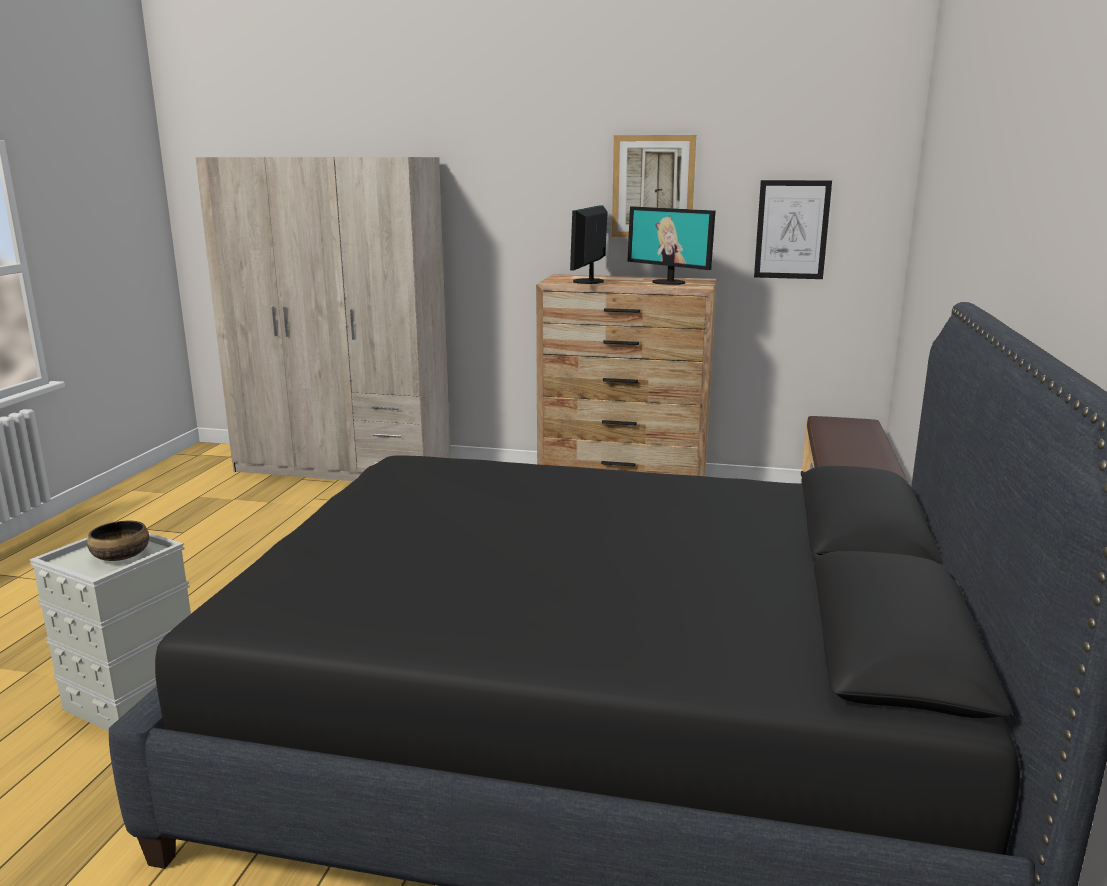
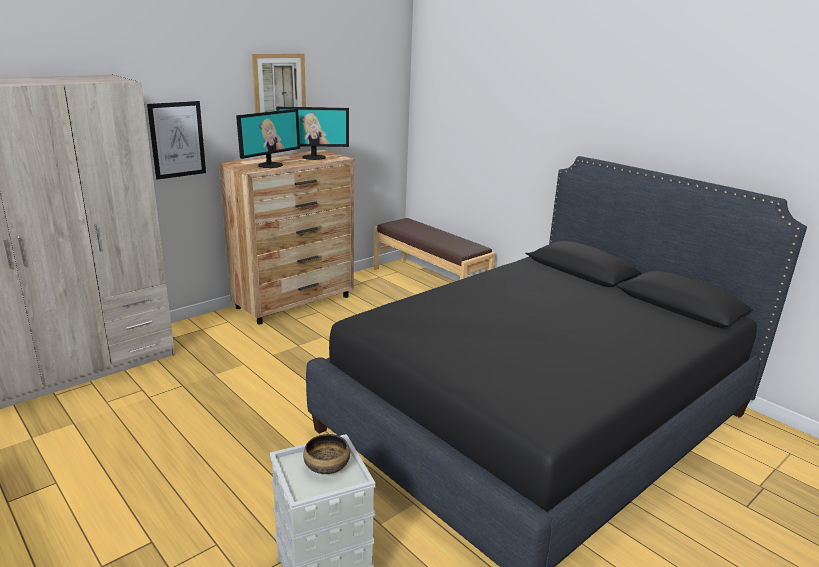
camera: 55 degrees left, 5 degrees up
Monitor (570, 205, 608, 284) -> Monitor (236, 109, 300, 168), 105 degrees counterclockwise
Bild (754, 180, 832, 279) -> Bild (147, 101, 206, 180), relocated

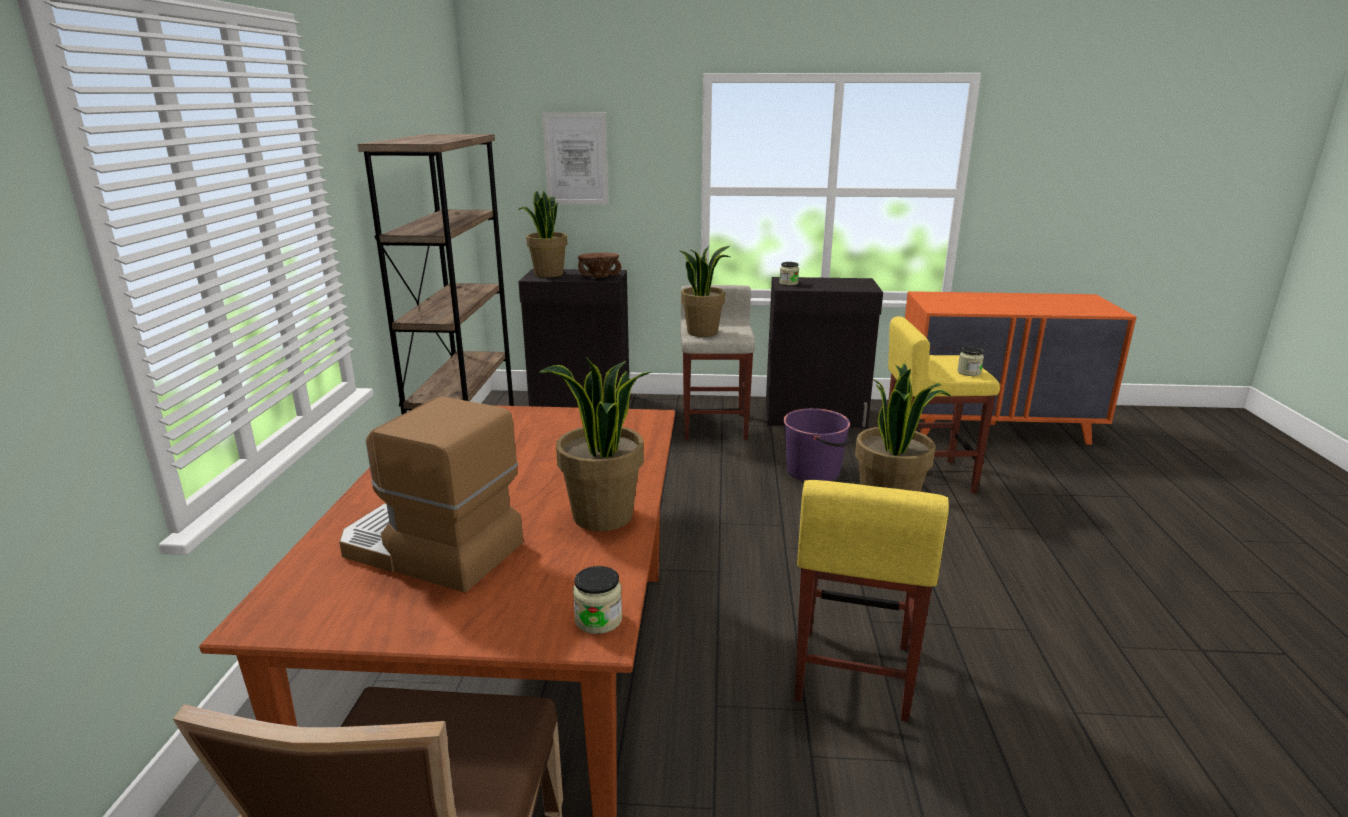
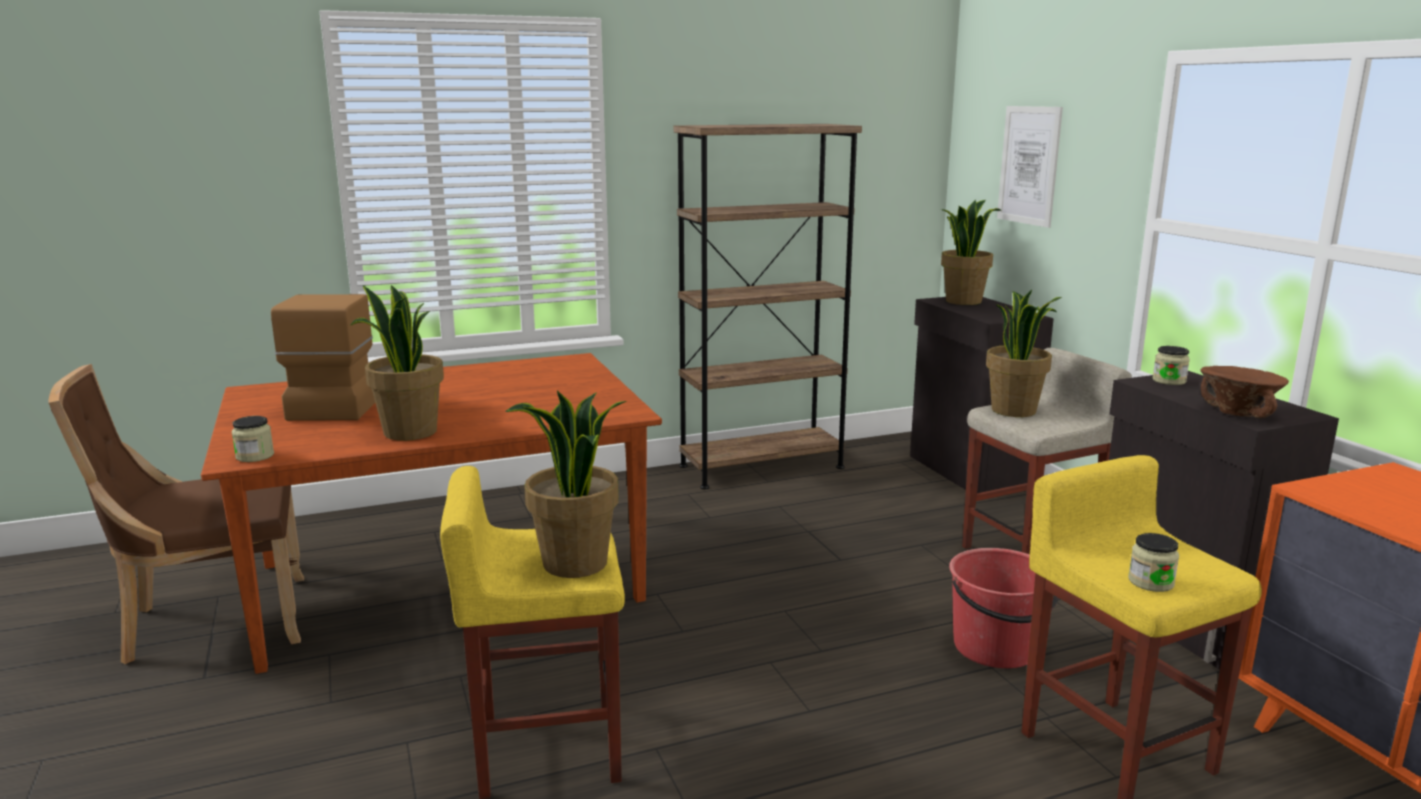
camera: 65 degrees right, 5 degrees down
Schüssel (braun) (578, 252, 622, 278) -> Schüssel (braun) (1200, 366, 1289, 419), relocated
Eimer (lila) (783, 408, 851, 481) -> Eimer (rot) (949, 548, 1059, 668)

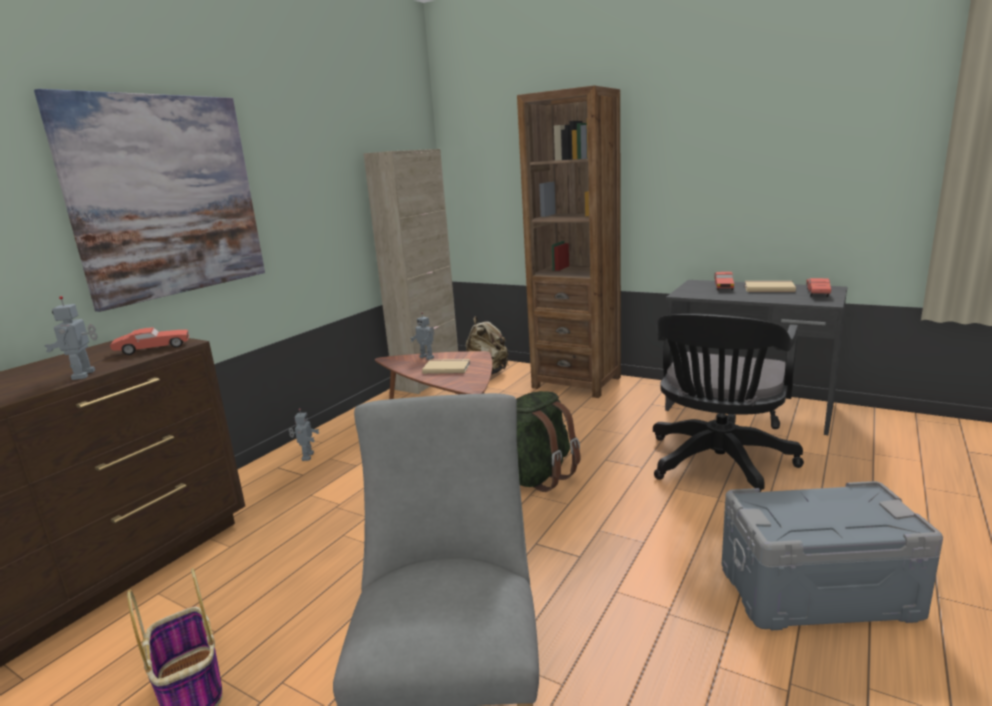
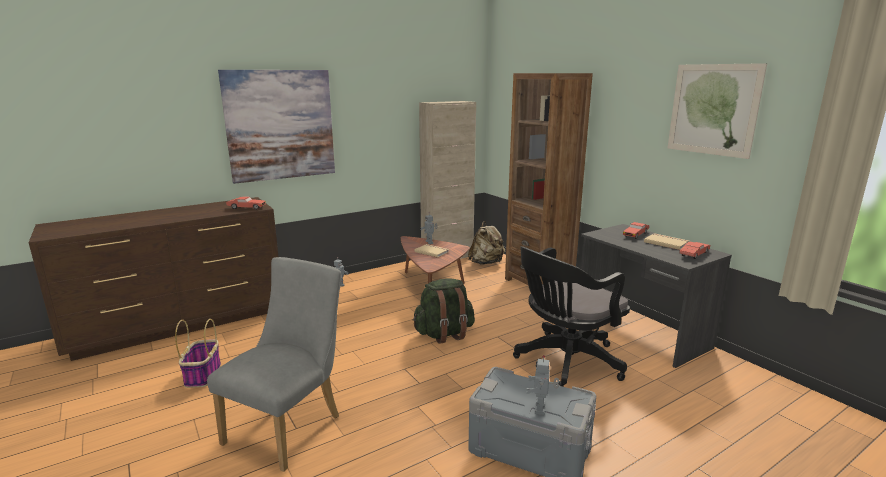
camera: 25 degrees right, 0 degrees up
Spielzeugroboter (45, 296, 98, 380) -> Spielzeugroboter (526, 355, 559, 415), relocated
none -> Bild (667, 63, 767, 159)

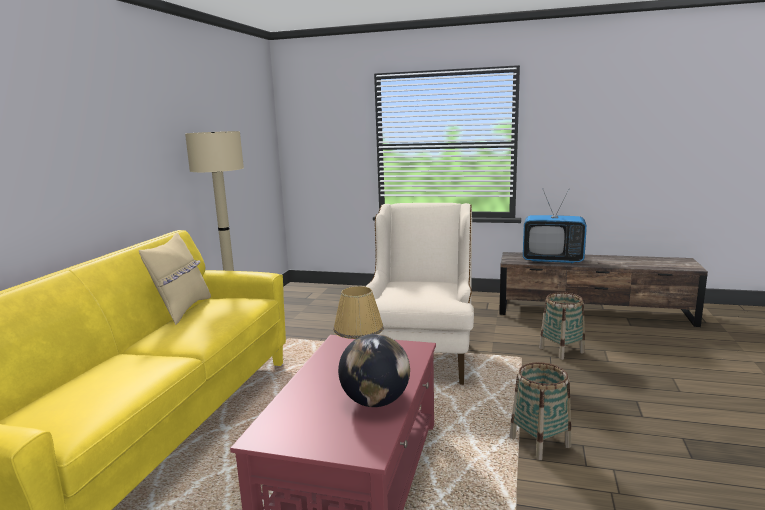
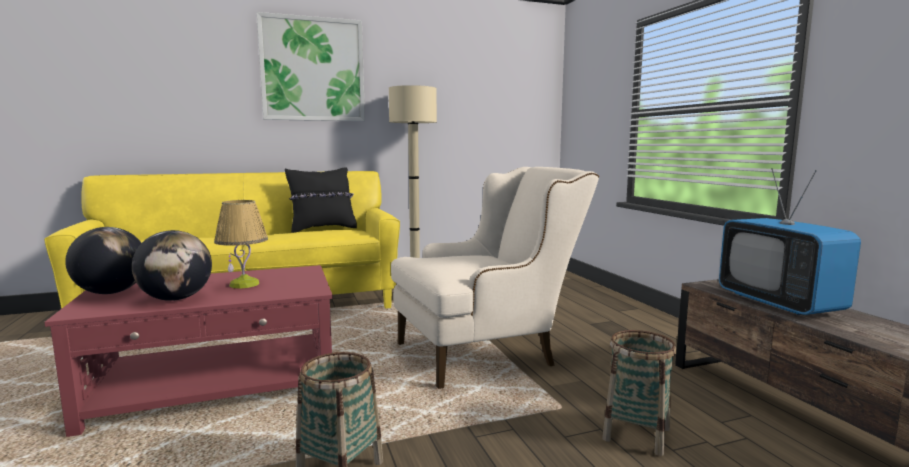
camera: 55 degrees right, 5 degrees down
Kissen (beige) (139, 233, 211, 325) -> Kissen (schwarz) (285, 167, 357, 233)
none -> Globus (65, 227, 141, 294)
none -> Bild (257, 12, 365, 121)

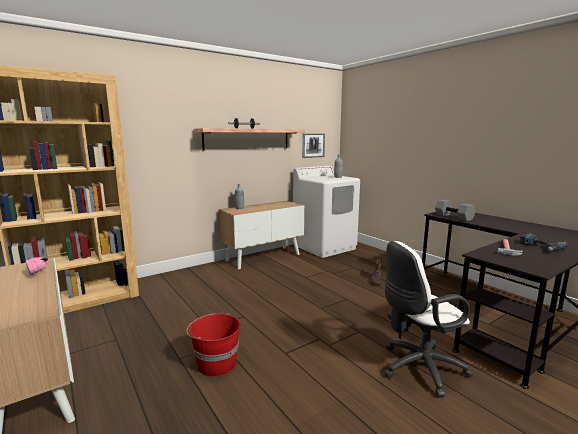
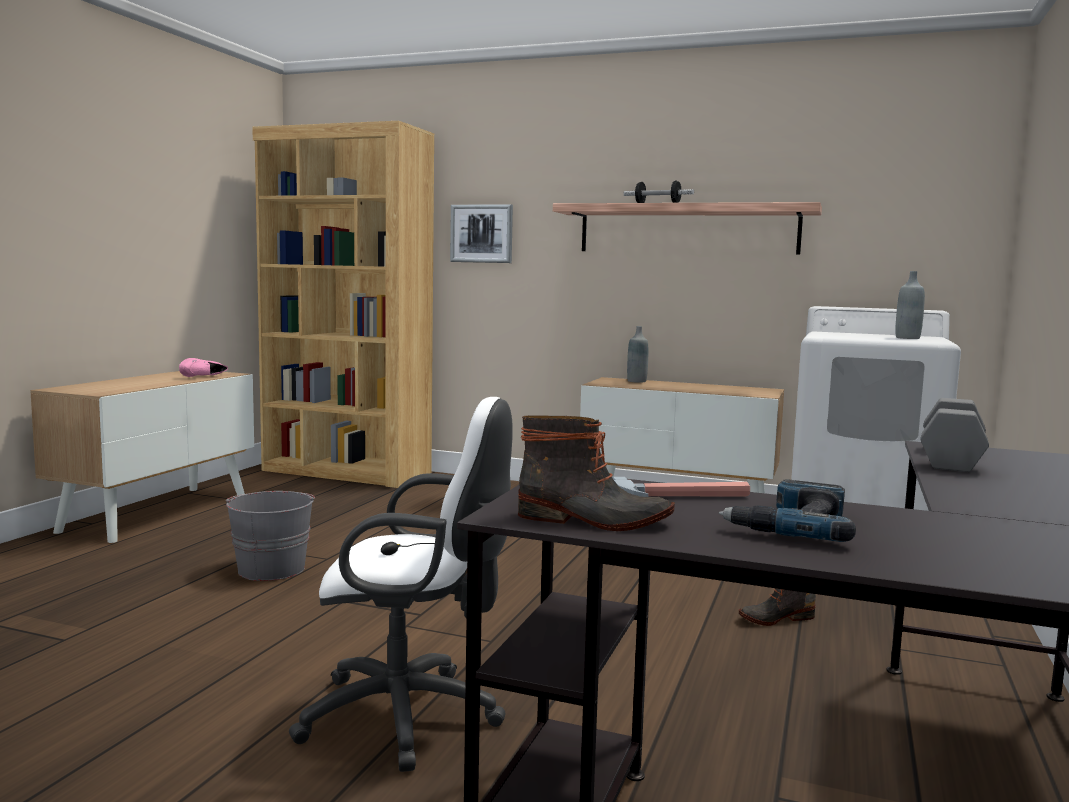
camera: 55 degrees right, 5 degrees down
Eimer (rot) (186, 313, 241, 377) -> Eimer (grau) (226, 491, 315, 581)
Bild (302, 133, 325, 158) -> Bild (450, 204, 513, 263), relocated
Bürostuhl (weiß) (384, 241, 472, 398) -> Bürostuhl (weiß) (289, 397, 513, 772), 150 degrees clockwise
none -> Stiefel (518, 416, 675, 531)

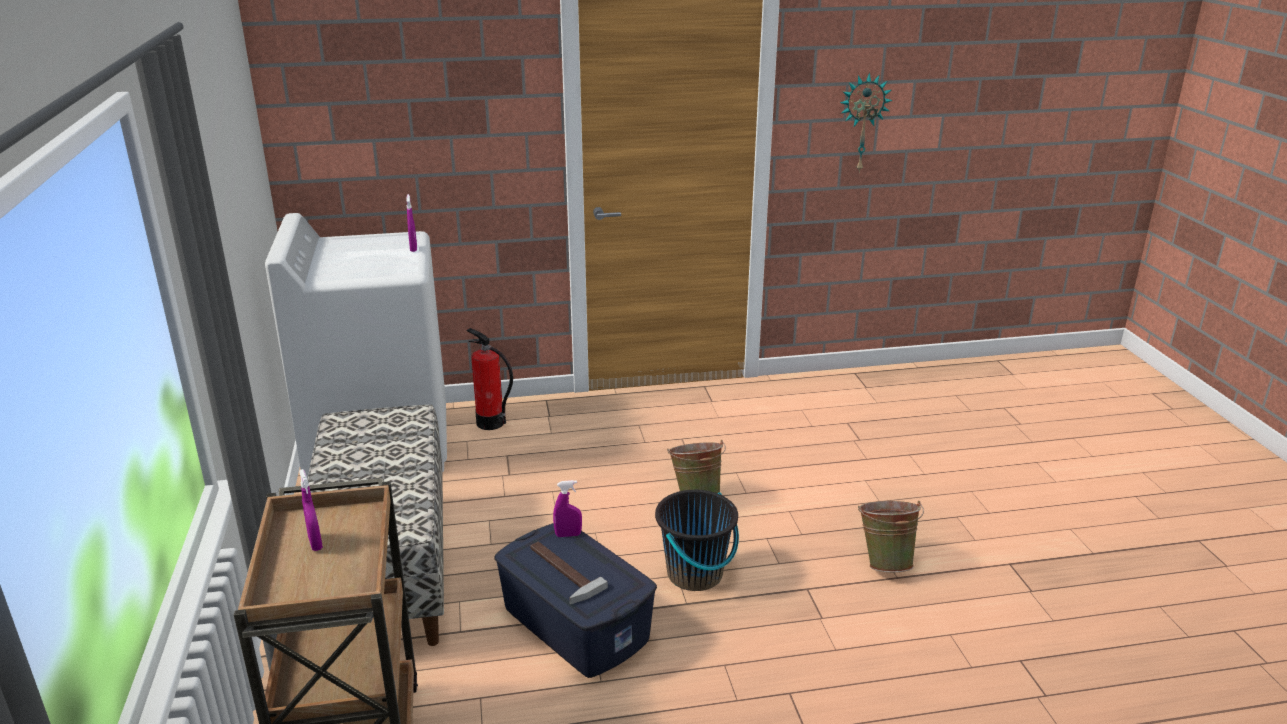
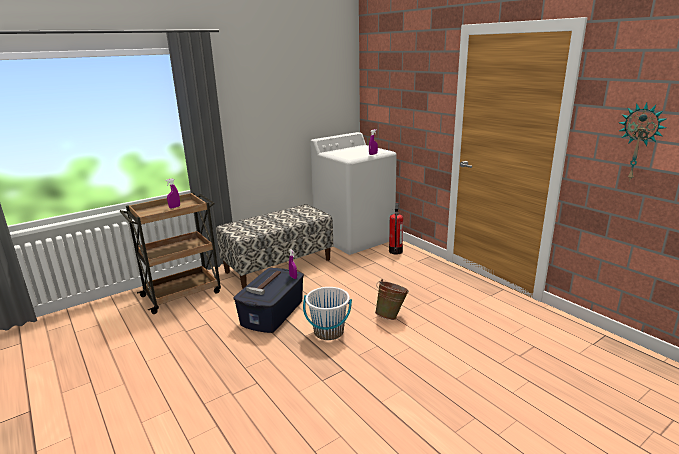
camera: 65 degrees right, 5 degrees down
Eimer (schwarz) (655, 490, 739, 591) -> Eimer (weiß) (303, 287, 352, 340)
Eimer (grün) (858, 501, 924, 572) -> none

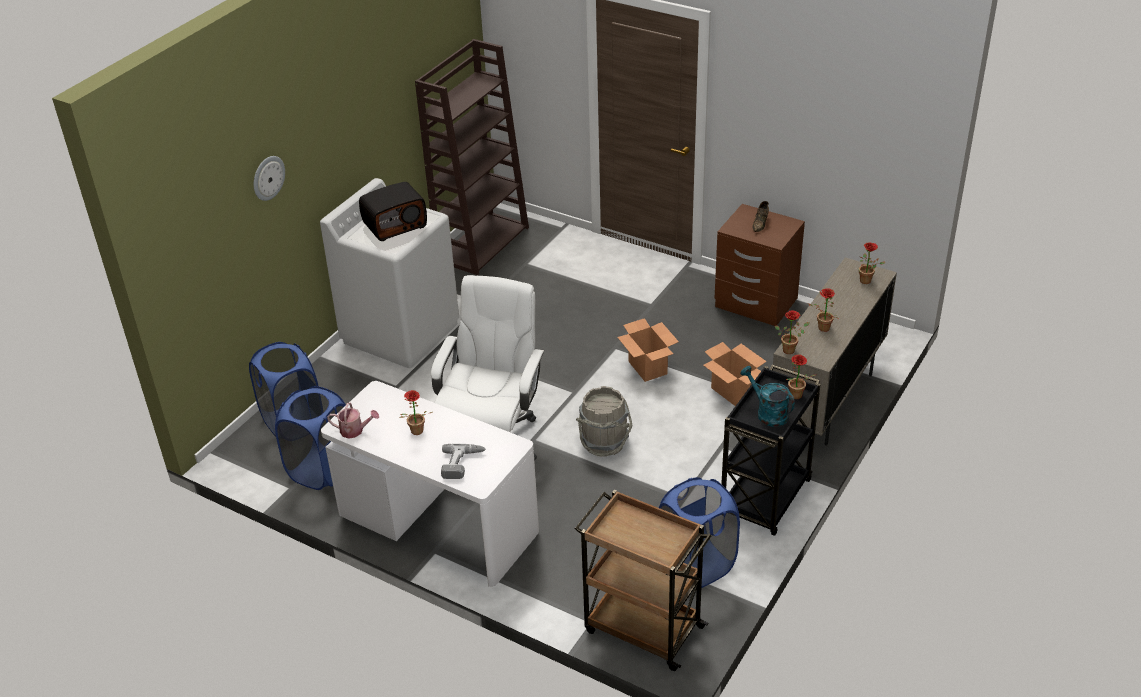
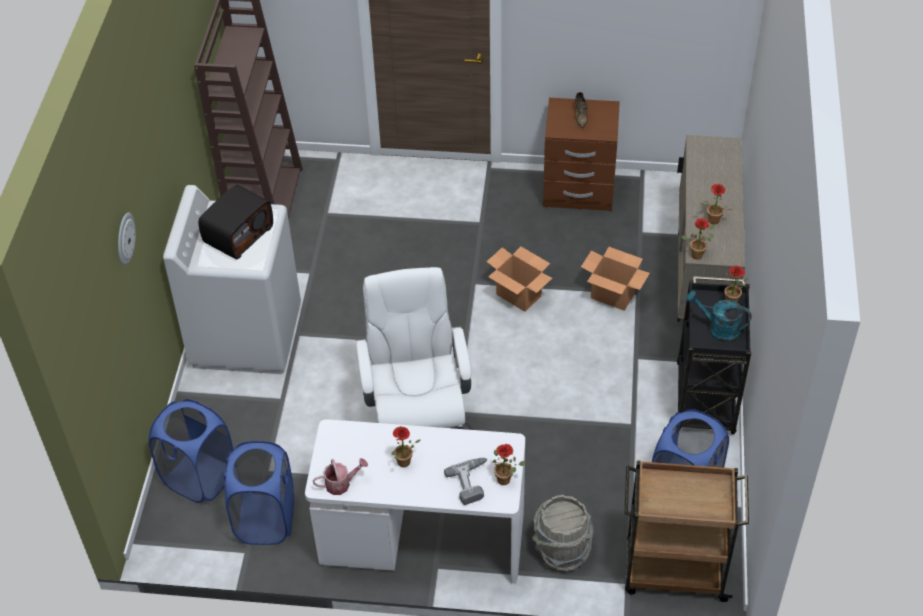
camera: 25 degrees left, 10 degrees up
Eimer (grau) (576, 386, 632, 457) -> Eimer (grau) (532, 495, 594, 571), relocated
Topfpflanze (859, 242, 886, 284) -> Topfpflanze (493, 444, 526, 485), relocated

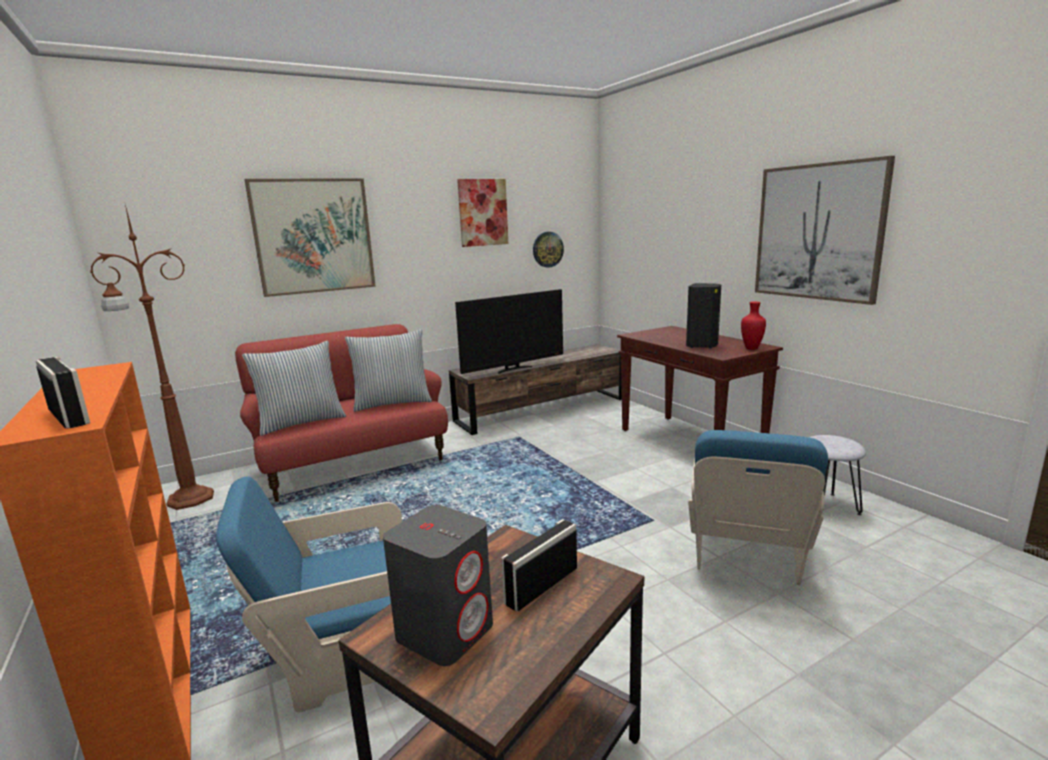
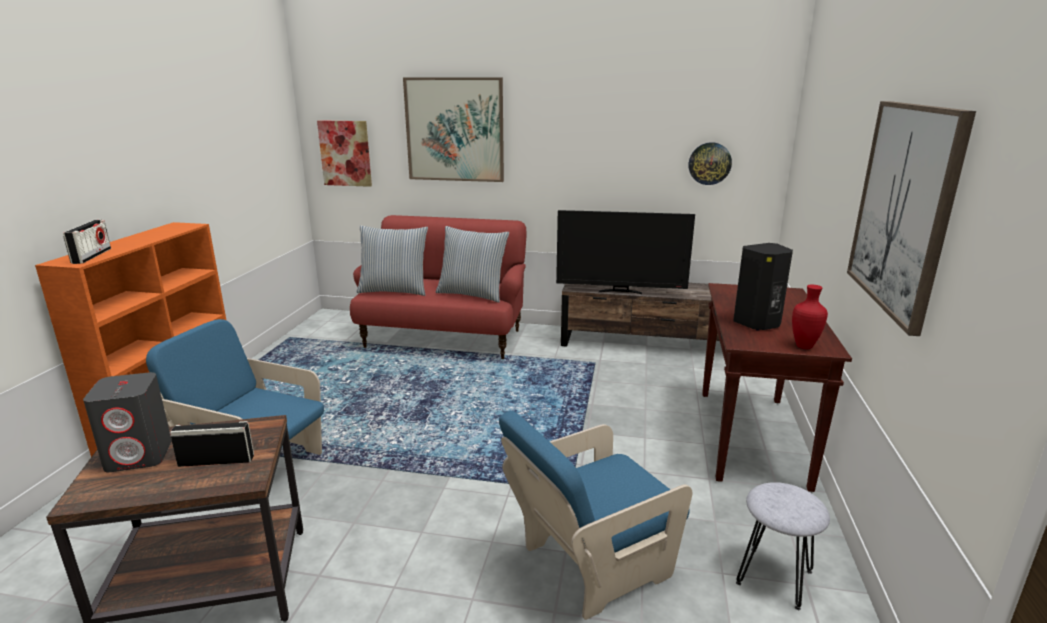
camera: 40 degrees right, 5 degrees up
Stehlampe (braun) (90, 205, 214, 510) -> none
Bild (457, 179, 508, 247) -> Bild (317, 120, 372, 187), relocated

